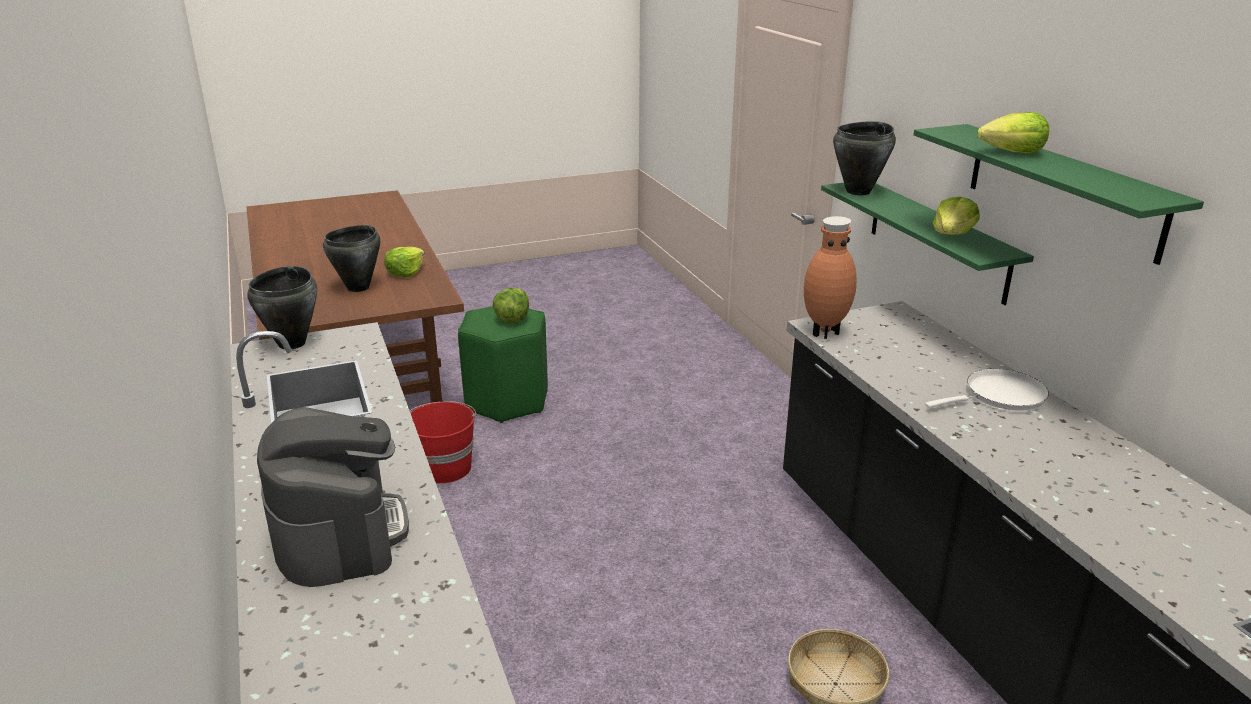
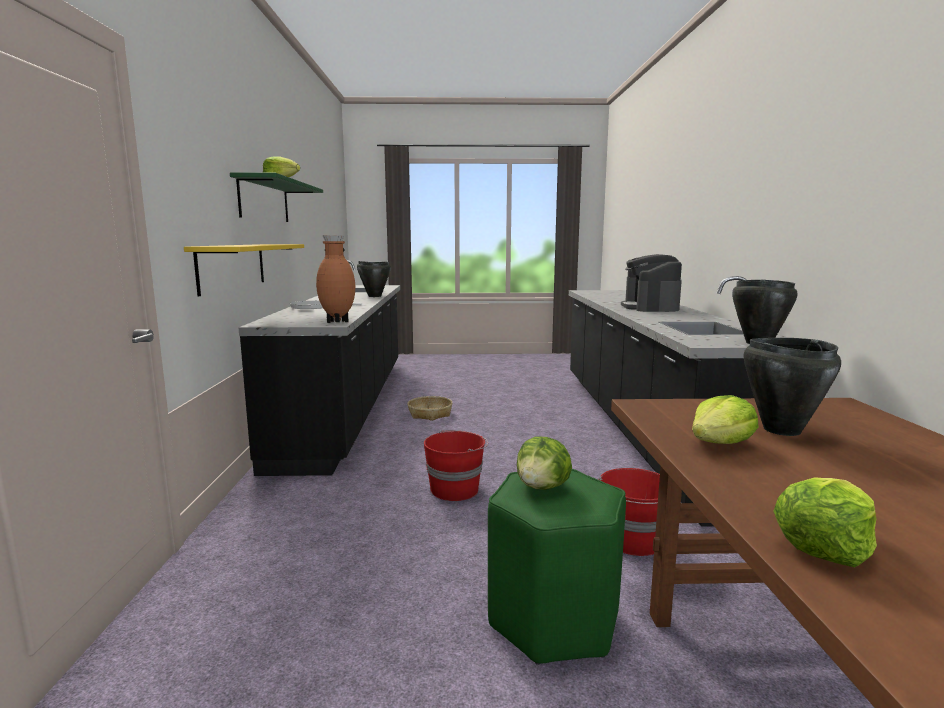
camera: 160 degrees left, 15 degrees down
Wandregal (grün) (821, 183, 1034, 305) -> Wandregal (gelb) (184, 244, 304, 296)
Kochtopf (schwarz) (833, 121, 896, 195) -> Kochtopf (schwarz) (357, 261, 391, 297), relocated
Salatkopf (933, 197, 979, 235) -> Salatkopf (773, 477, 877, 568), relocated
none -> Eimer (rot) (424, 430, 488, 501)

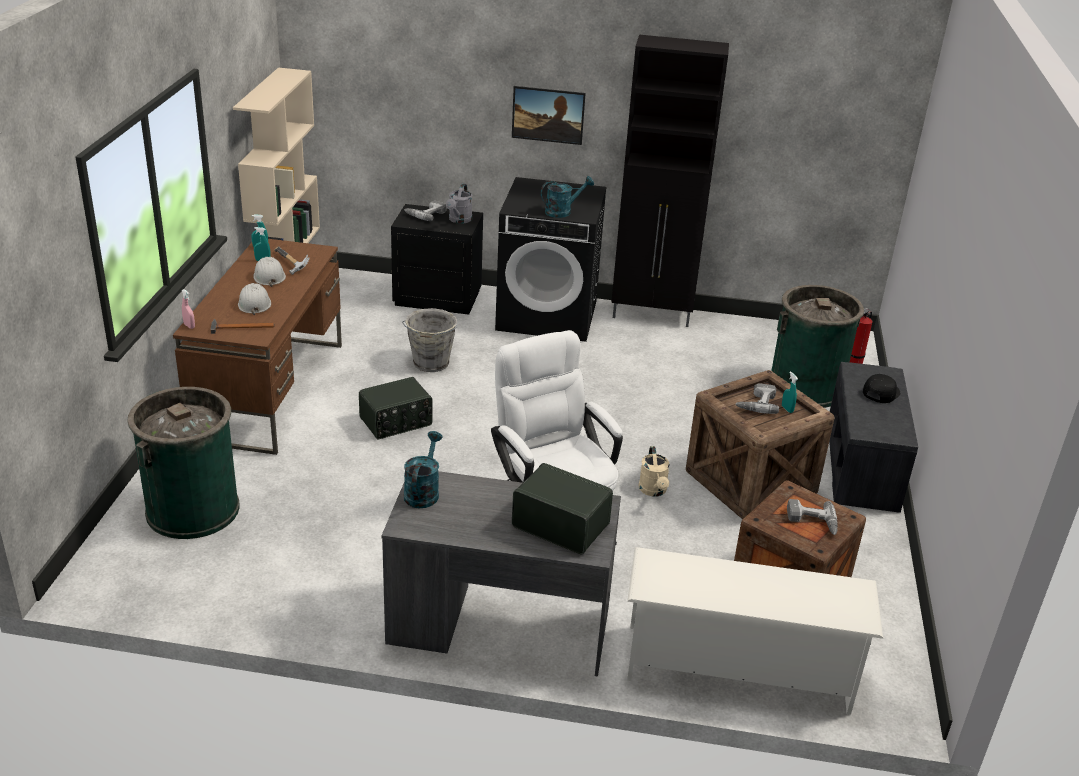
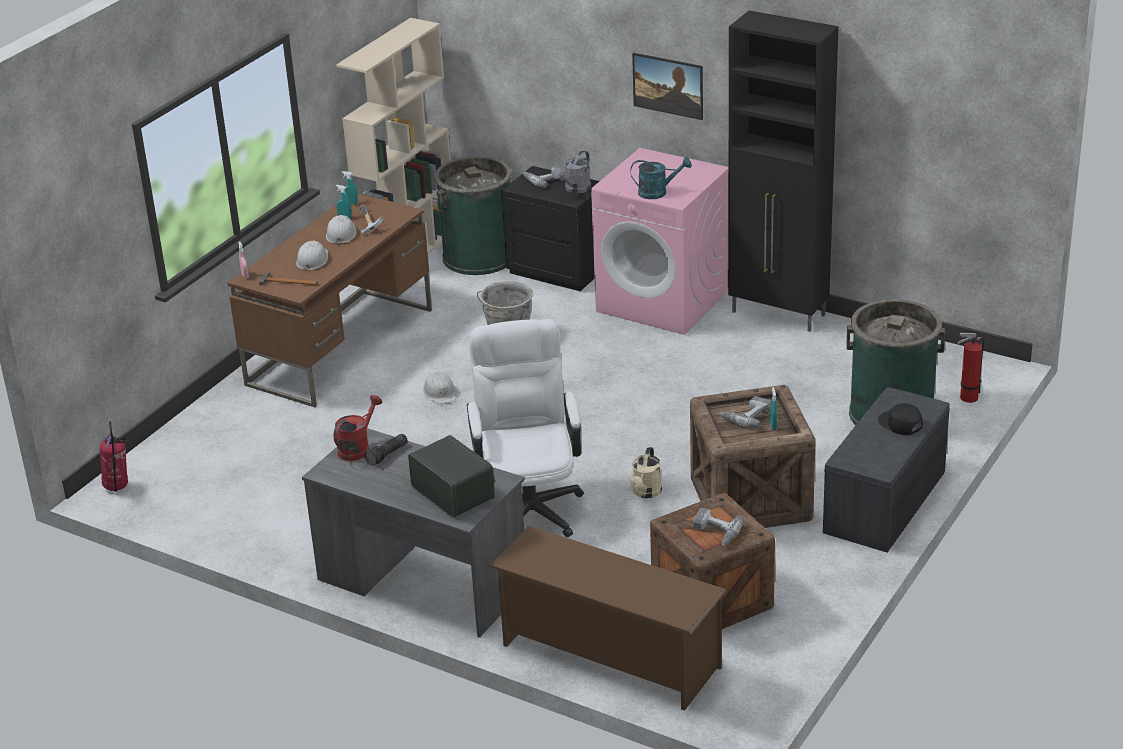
camera: 25 degrees right, 0 degrees up
Mülleimer (grün) (127, 387, 240, 539) -> Mülleimer (grün) (434, 156, 512, 275), relocated
Radio (359, 377, 433, 439) -> Schutzhelm (weiß) (423, 372, 456, 404)
Gießkanne (türkis) (404, 431, 443, 508) -> Gießkanne (rot) (334, 395, 382, 461)
Waschmaschine (schwarz) (495, 177, 606, 342) -> Waschmaschine (rosa) (591, 148, 729, 335)
Schuhregal (weiß) (627, 547, 883, 715) -> Schuhregal (braun) (489, 526, 727, 711)
Kappe (schwarz) (863, 374, 900, 403) -> Kappe (schwarz) (878, 403, 923, 435), 105 degrees counterclockwise
none -> Feuerlöscher (100, 421, 128, 492)
none -> Taschenlampe (364, 434, 408, 466)

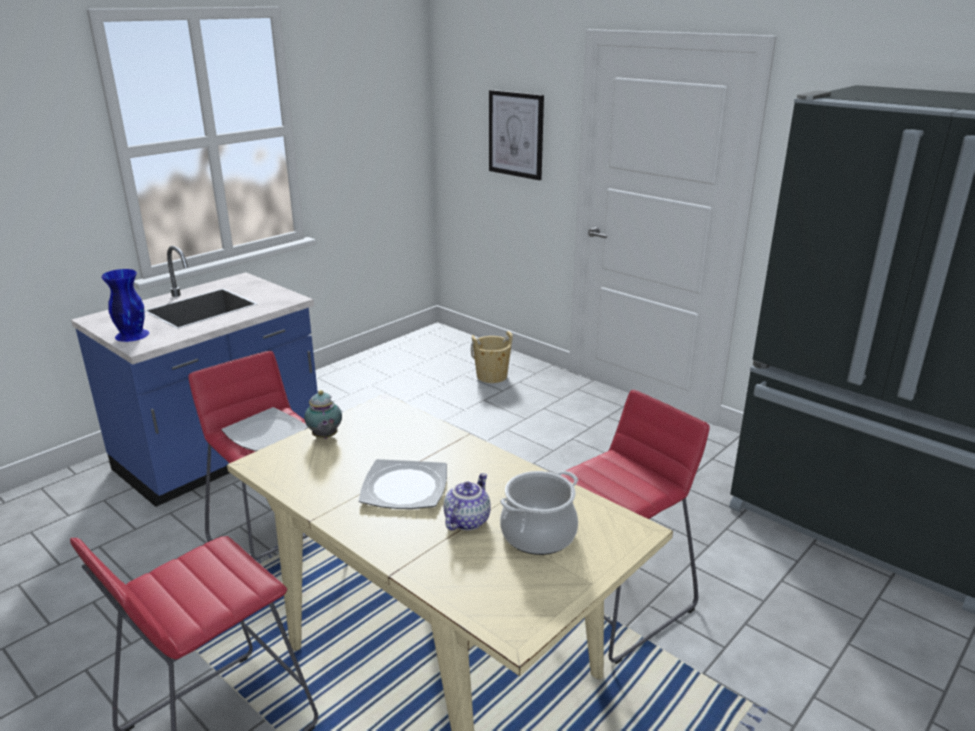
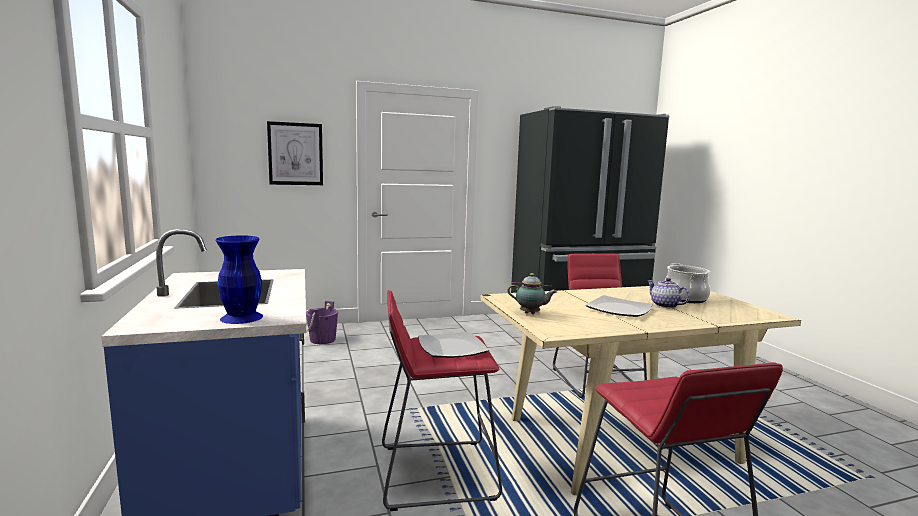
camera: 60 degrees left, 15 degrees down
Eimer (beige) (471, 331, 513, 383) -> Eimer (lila) (306, 301, 338, 344)

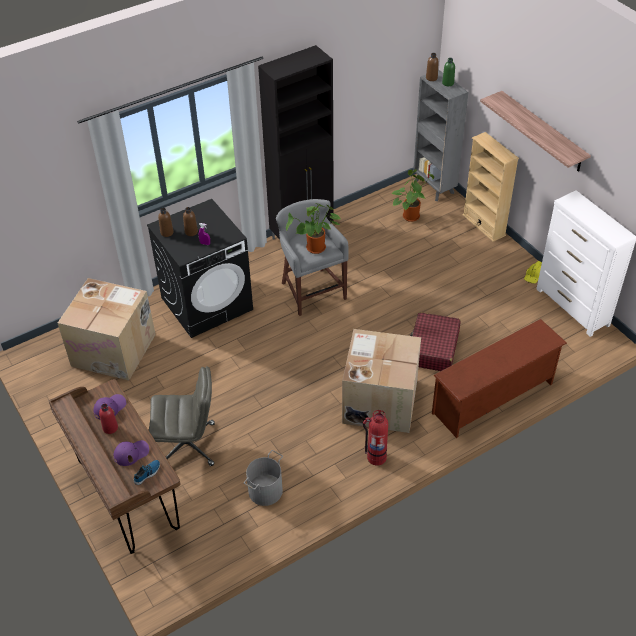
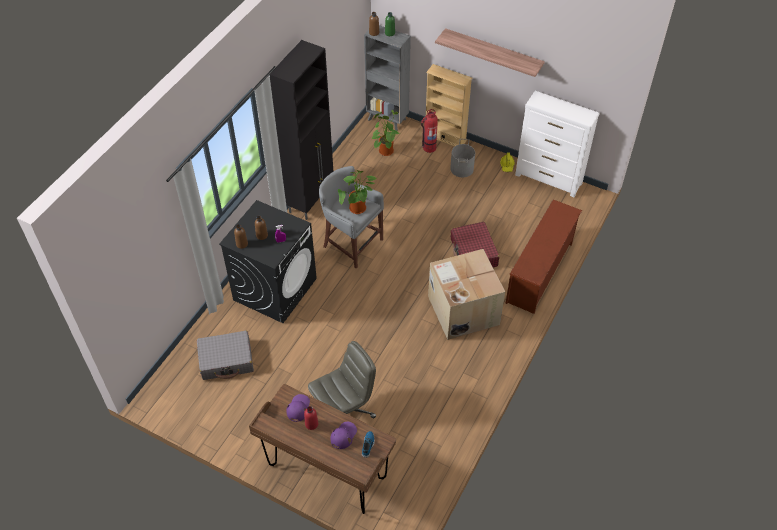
camera: 30 degrees left, 5 degrees up
Karton (58, 278, 156, 381) -> Koffer (grau) (197, 331, 254, 380)
Eimer (grau) (244, 450, 283, 506) -> Eimer (grau) (450, 139, 475, 177), relocated
Feuerlöscher (363, 410, 388, 465) -> Feuerlöscher (421, 109, 438, 153), relocated

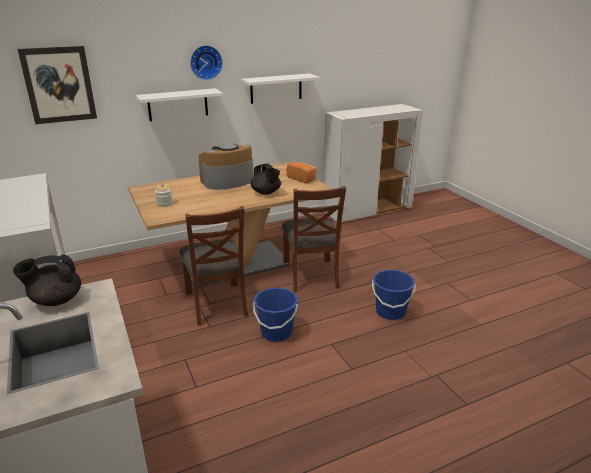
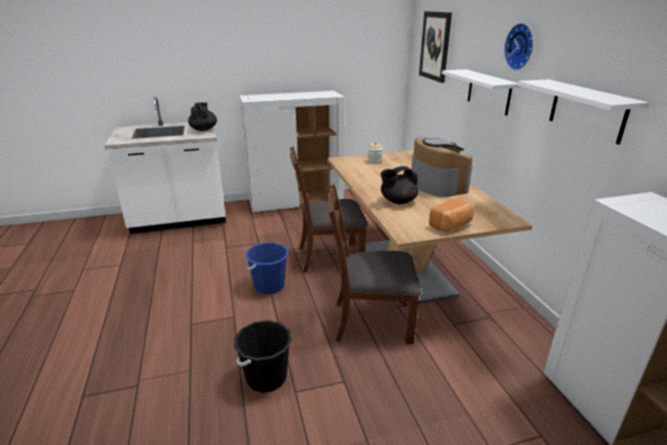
camera: 100 degrees right, 0 degrees up
Eimer (blau) (372, 270, 416, 320) -> Eimer (schwarz) (234, 320, 292, 393)

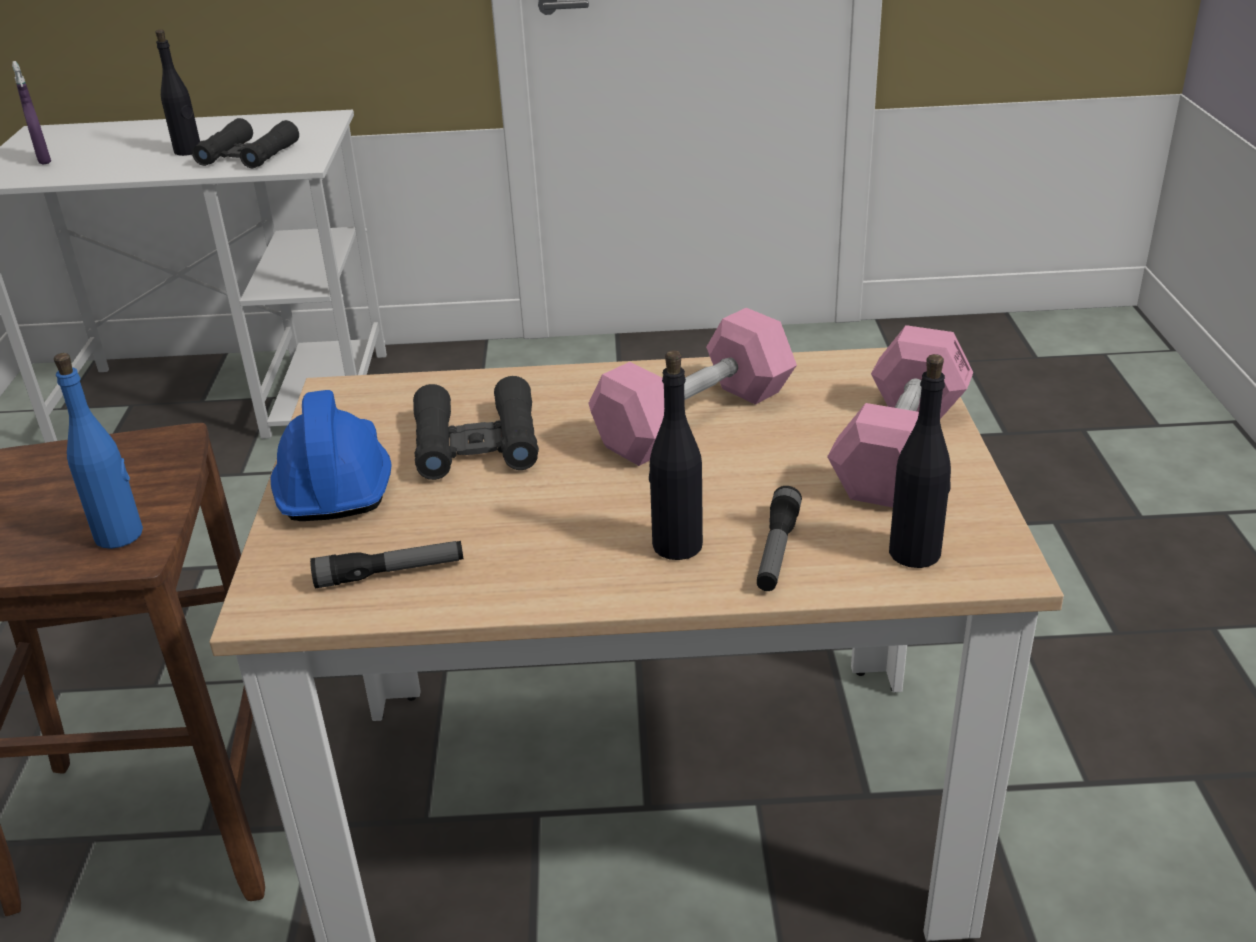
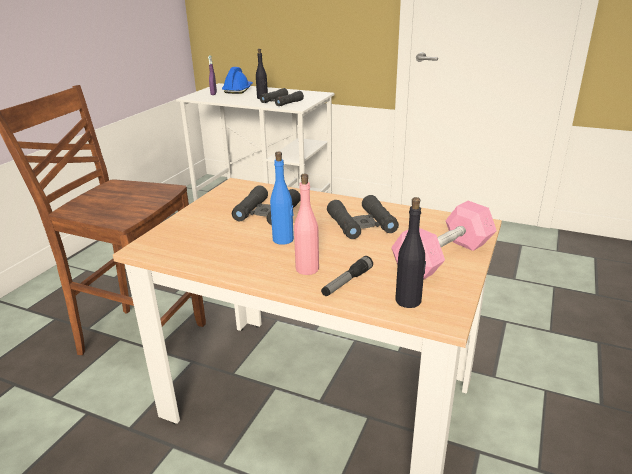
camera: 25 degrees right, 5 degrees down
Flasche (blau) (54, 353, 143, 549) -> Flasche (blau) (270, 152, 294, 245), relocated
Schutzhelm (blau) (271, 390, 392, 521) -> Schutzhelm (blau) (222, 67, 253, 94), relocated
Taschenlampe (310, 541, 463, 589) -> none
Hantel (rosa) (588, 308, 797, 466) -> Fernglas (schwarz) (327, 195, 399, 239)
Flasche (schwarz) (649, 351, 703, 560) -> Flasche (rosa) (294, 174, 319, 275)

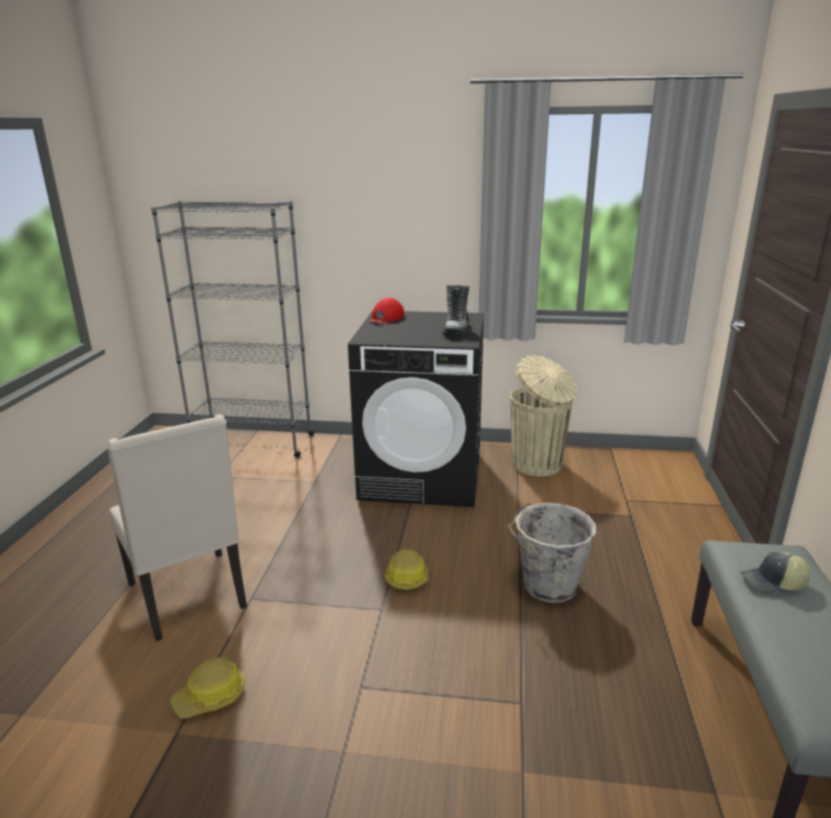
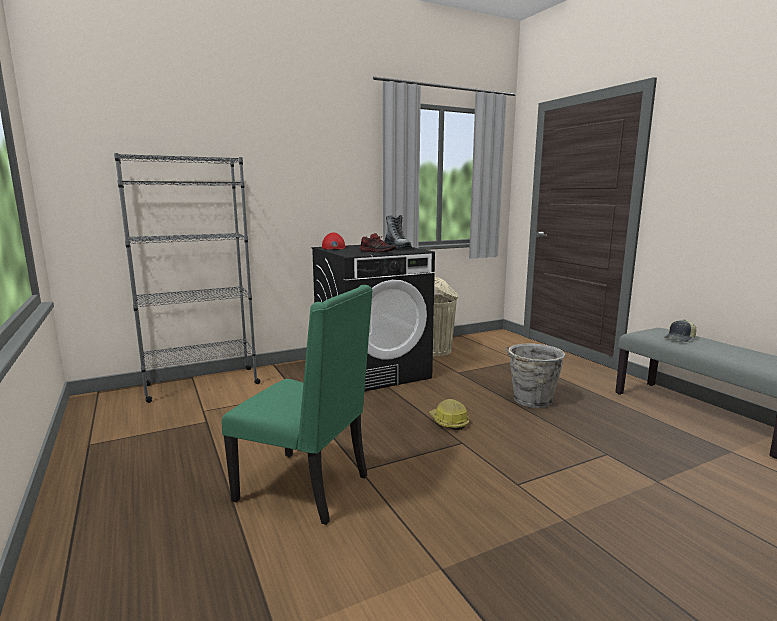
camera: 35 degrees left, 10 degrees down
Stuhl (beige) (107, 414, 247, 641) -> Stuhl (grün) (222, 285, 373, 525)
Schutzhelm (170, 657, 245, 719) -> none
none -> Schuh (359, 233, 396, 252)

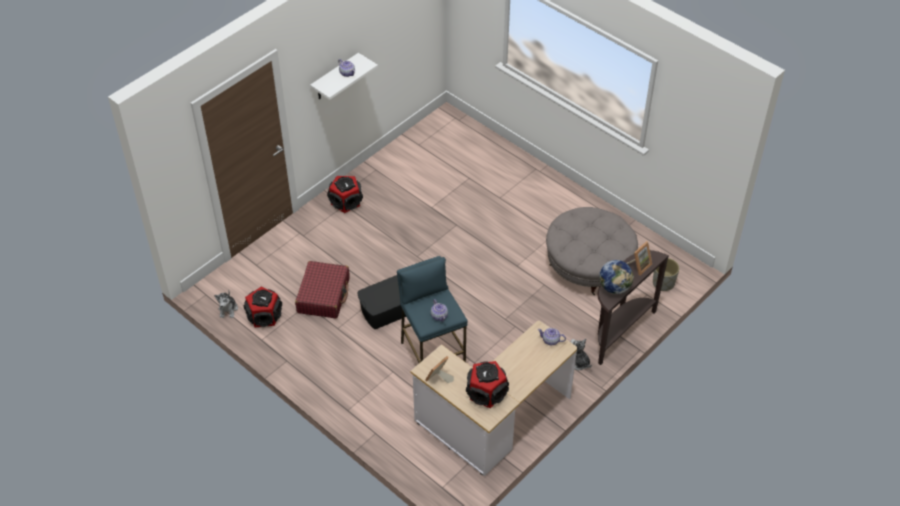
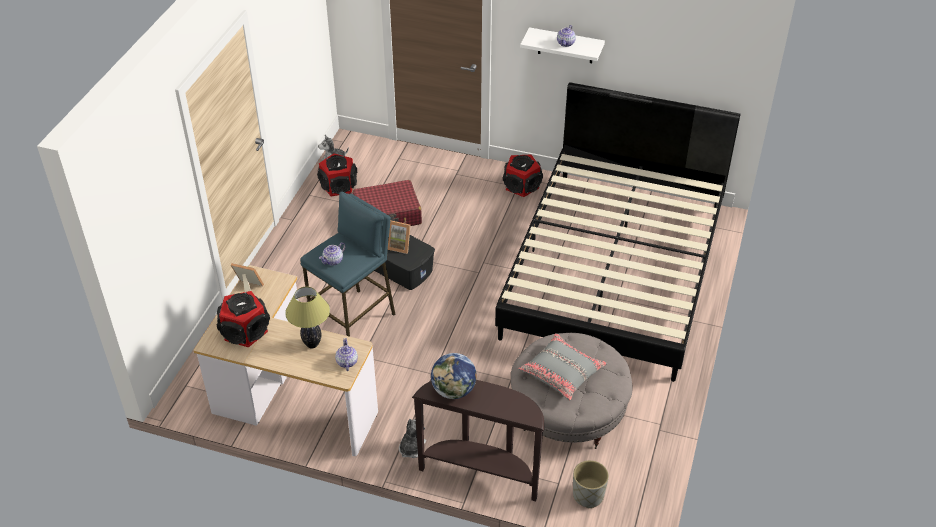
camera: 65 degrees right, 5 degrees down
Bilderrahmen (627, 241, 652, 275) -> Bilderrahmen (388, 220, 410, 254), relocated
none -> Tischlampe (285, 287, 330, 348)
none -> Bett (schwarz) (495, 82, 740, 382)
none -> Kissen (grau) (518, 333, 608, 401)

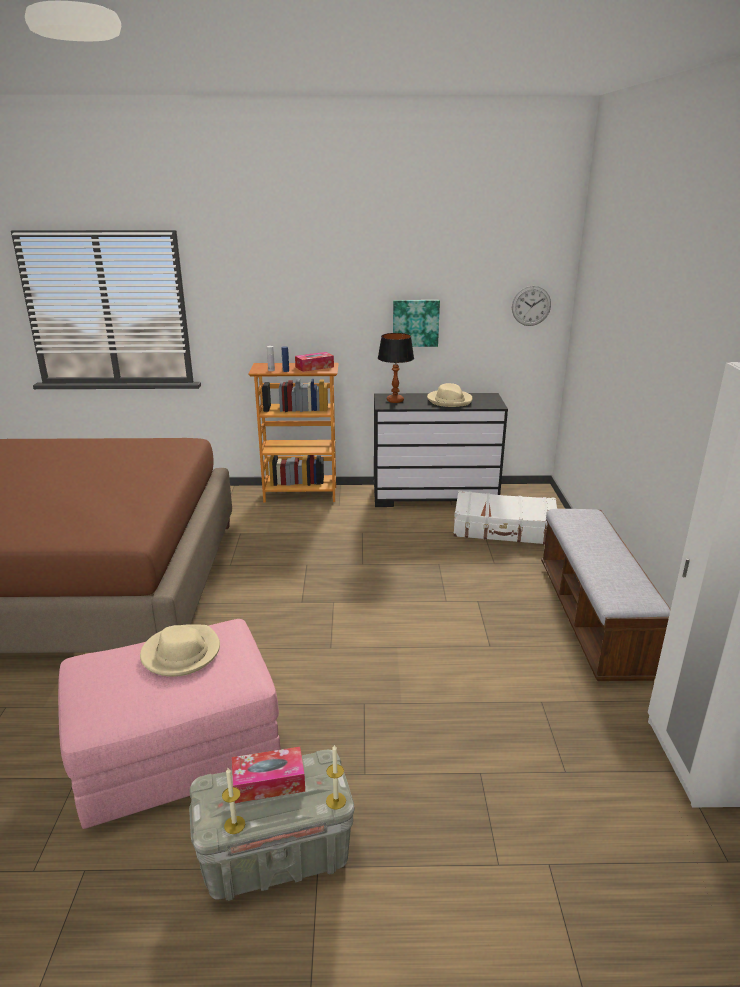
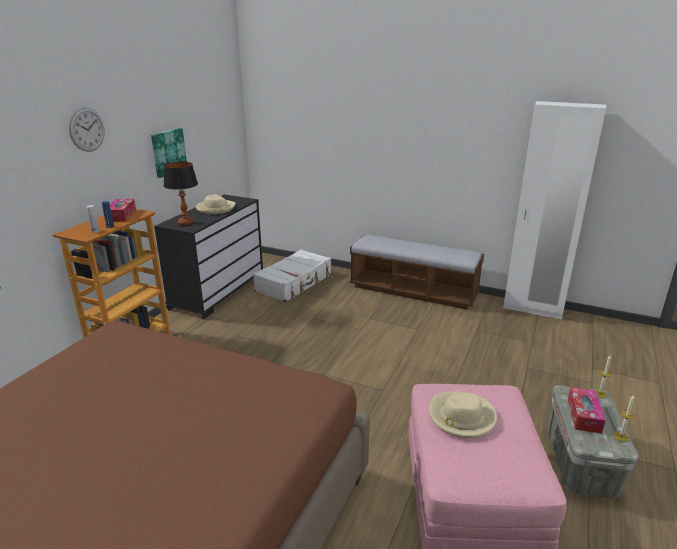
camera: 65 degrees left, 0 degrees up
Wanduhr (512, 286, 551, 326) -> Wanduhr (69, 108, 105, 152), relocated

